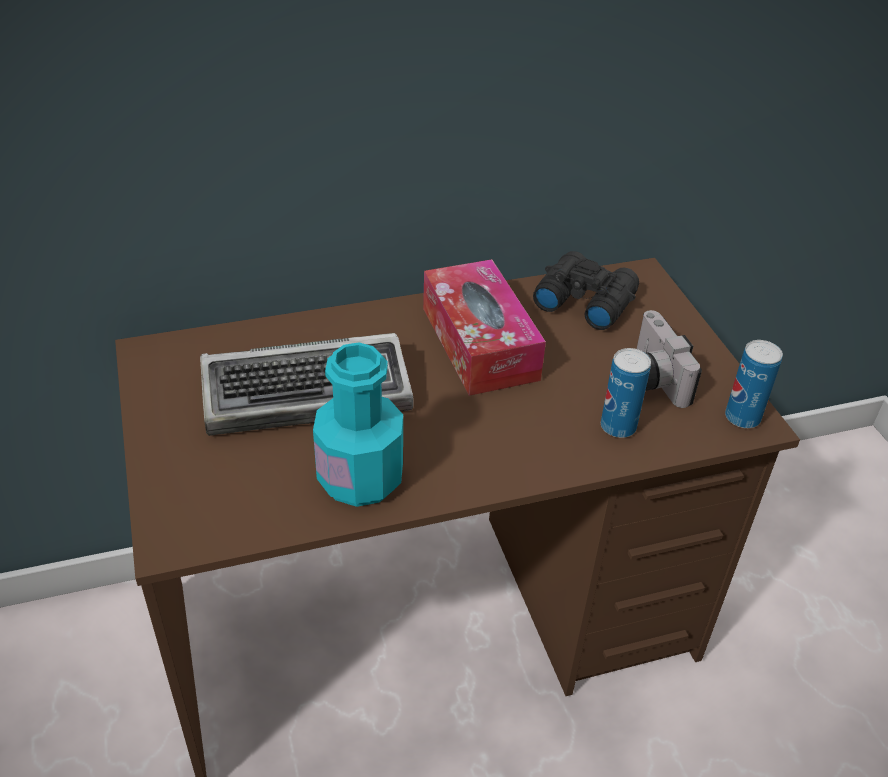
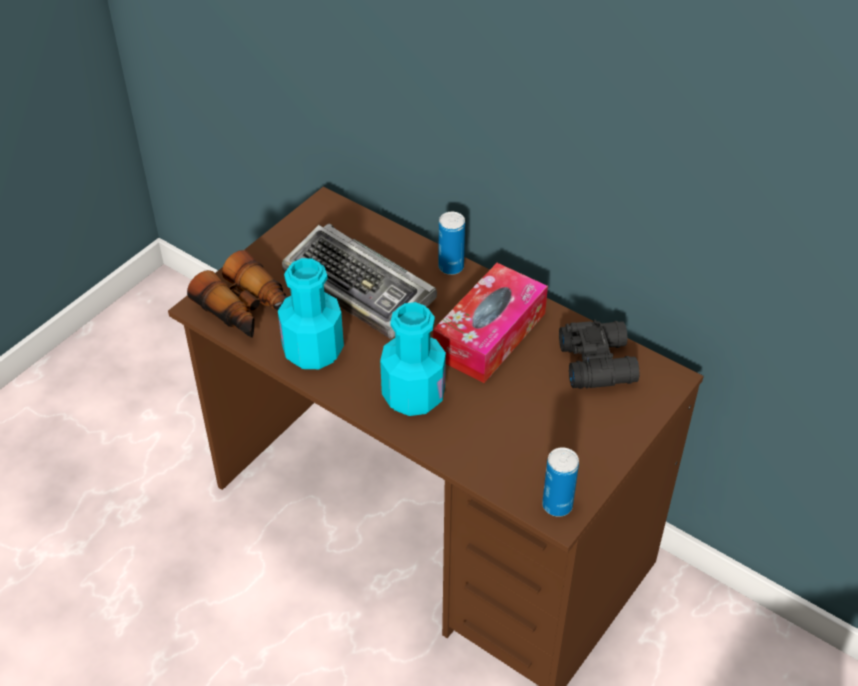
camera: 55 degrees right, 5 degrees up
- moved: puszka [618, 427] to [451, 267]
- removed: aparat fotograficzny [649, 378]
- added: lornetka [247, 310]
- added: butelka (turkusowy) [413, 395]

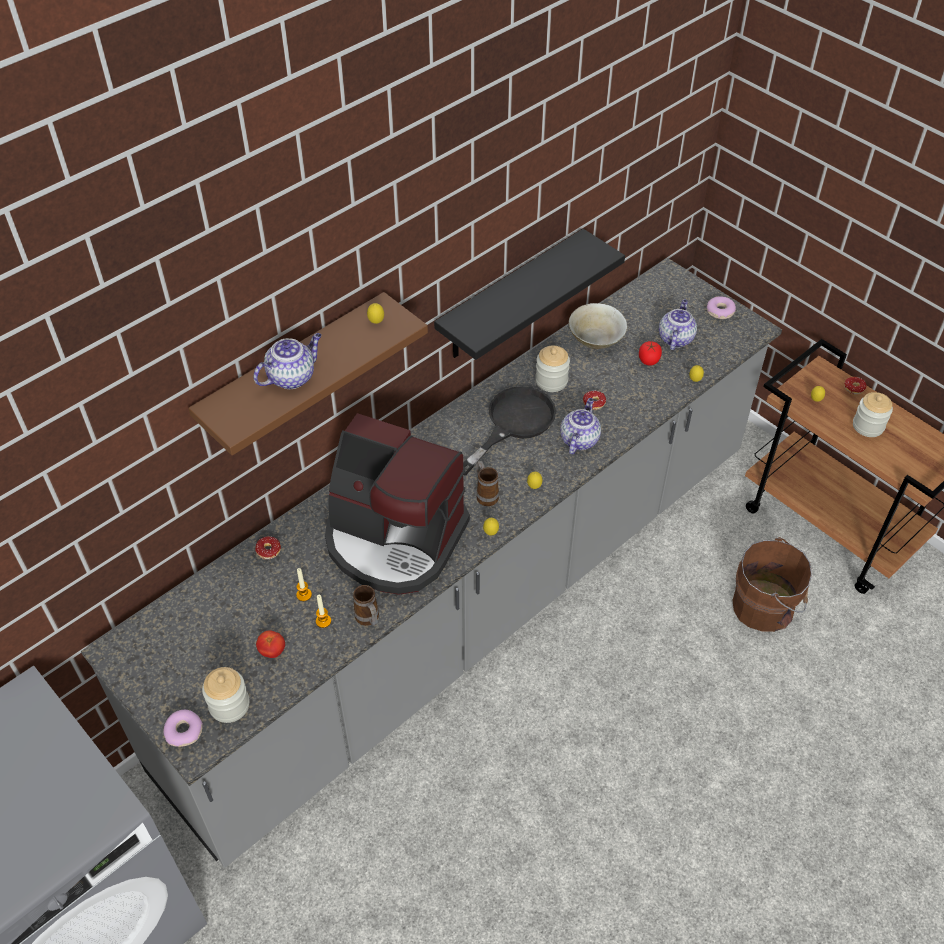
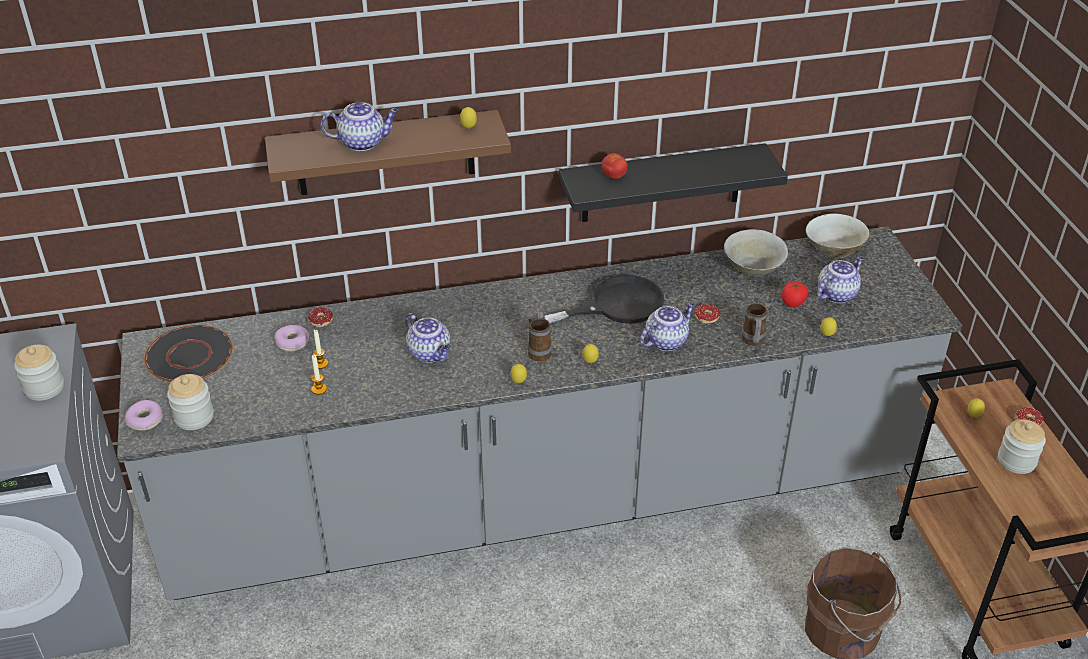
camera: 30 degrees right, 10 degrees down
- moved: pomidor [272, 651] to [614, 176]
- replaced: ekspres do kawy [394, 539] to imbryk [430, 353]
- moved: kubek [369, 620] to [753, 342]
- moved: słoik [551, 381] to [44, 388]
- moved: donut [720, 311] to [292, 343]
- added: talerz (czarny) [189, 355]
- added: miska (beżowy) [833, 250]

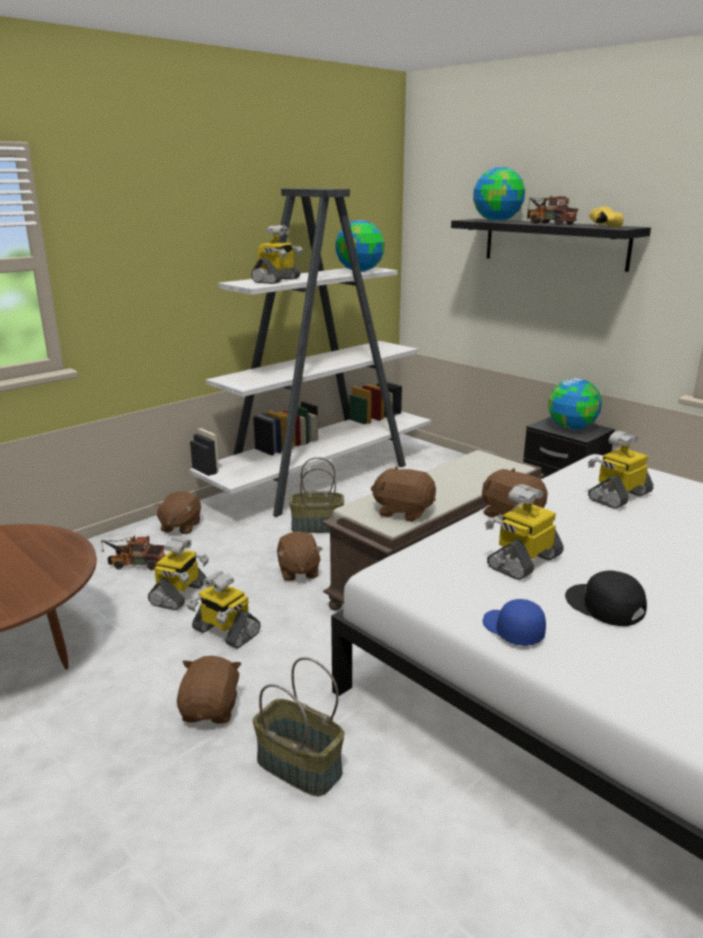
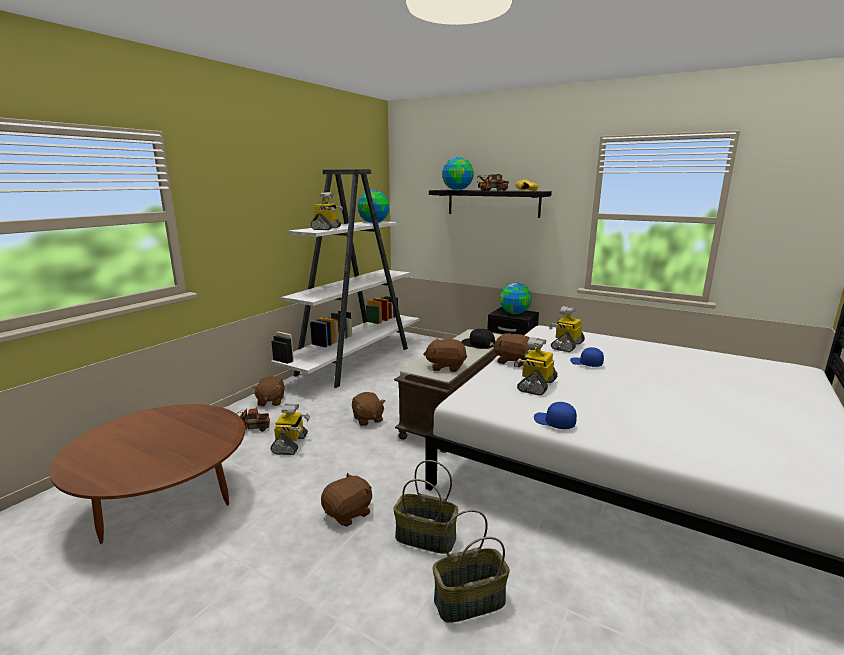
camera: 15 degrees left, 5 degrees down
- turned: pluszak (brązowy) [211, 709] = [348, 513] 60 degrees clockwise
- removed: robot zabawkowy [225, 632]
- moved: koszyk [316, 527] to [469, 602]
- moved: czapka z daszkiem (czarny) [604, 606] to [478, 344]
- added: czapka z daszkiem (niebieski) [586, 363]

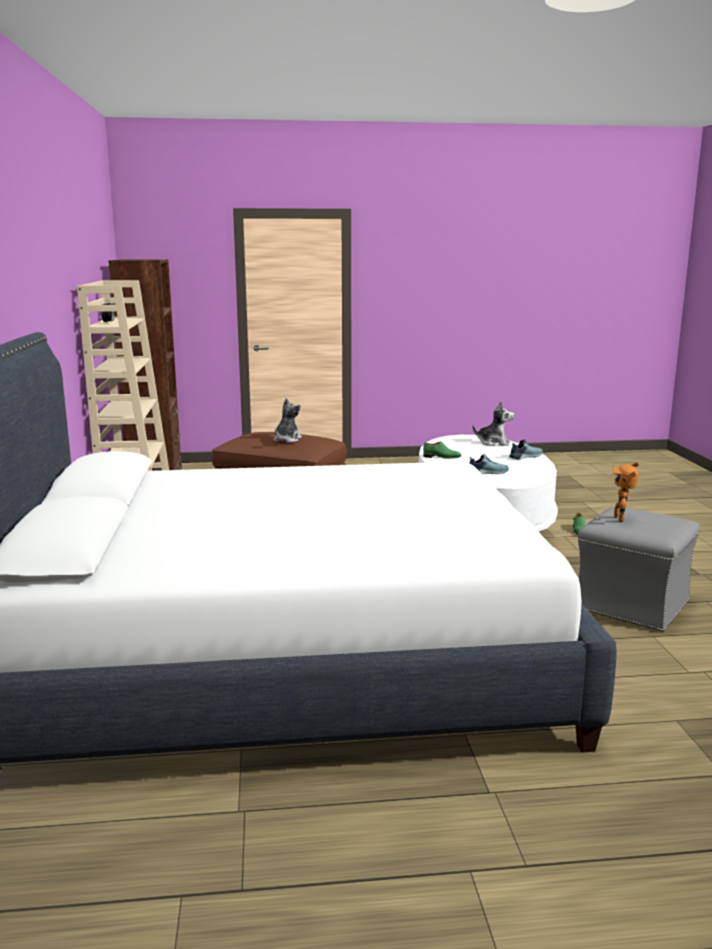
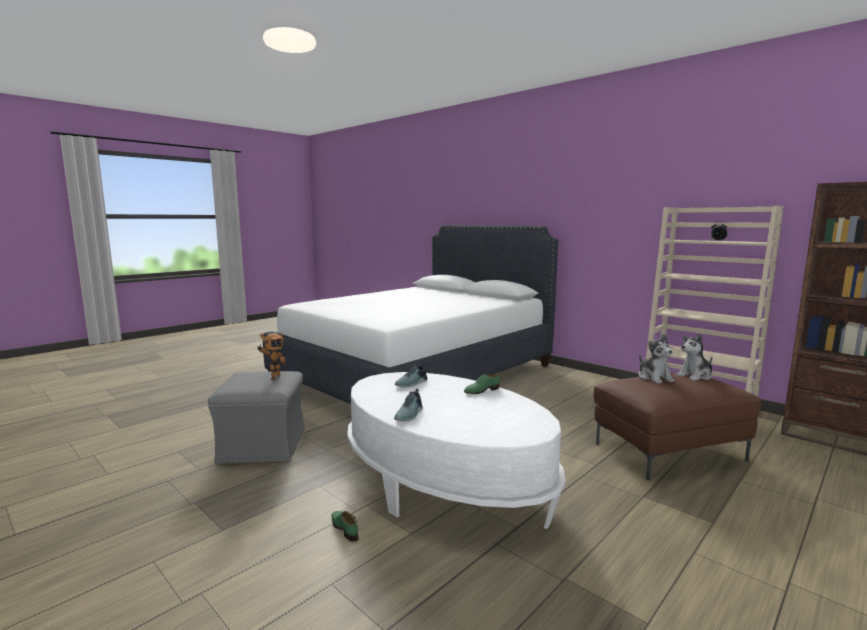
camera: 140 degrees right, 5 degrees down
- moved: pluszak [494, 443] to [695, 376]
- turned: robot zabawkowy [621, 518] = [273, 377] 60 degrees clockwise

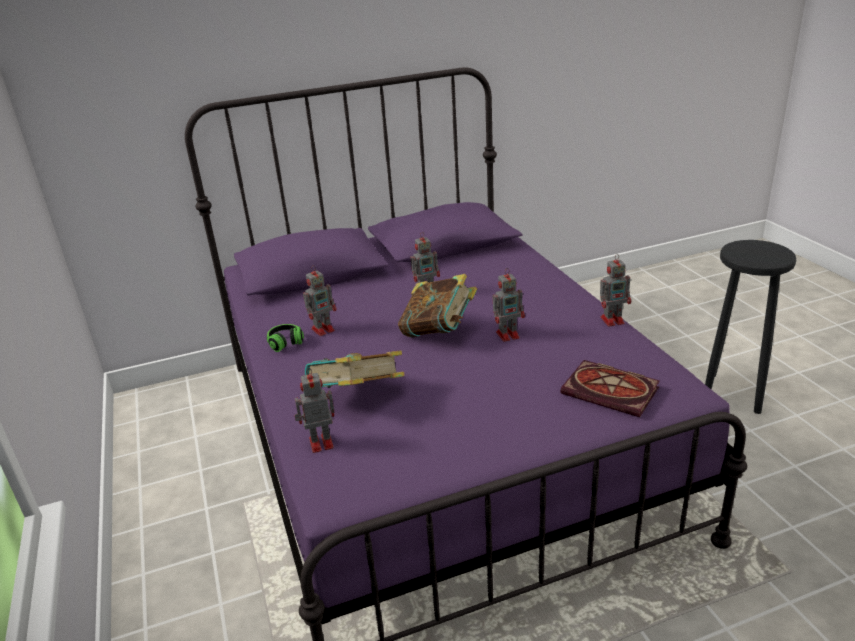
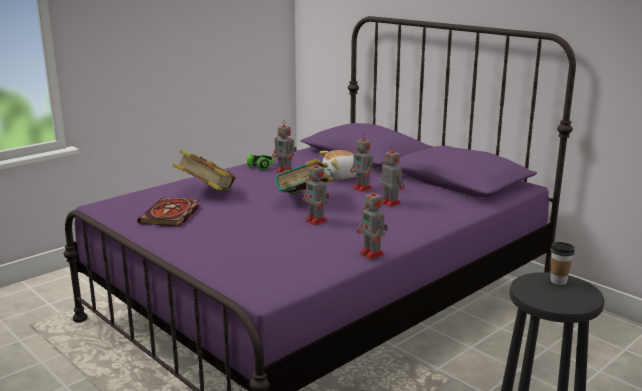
camera: 65 degrees right, 10 degrees down
- moved: robot zabawkowy [319, 443] to [389, 202]
- moved: książka [612, 391] to [171, 215]
- added: pluszak [342, 176]
- added: filiżanka [558, 281]

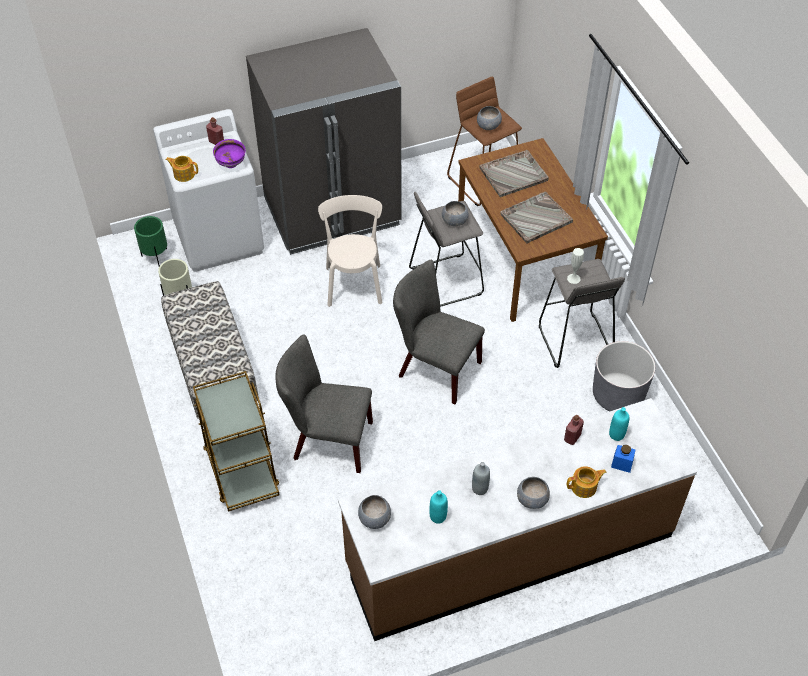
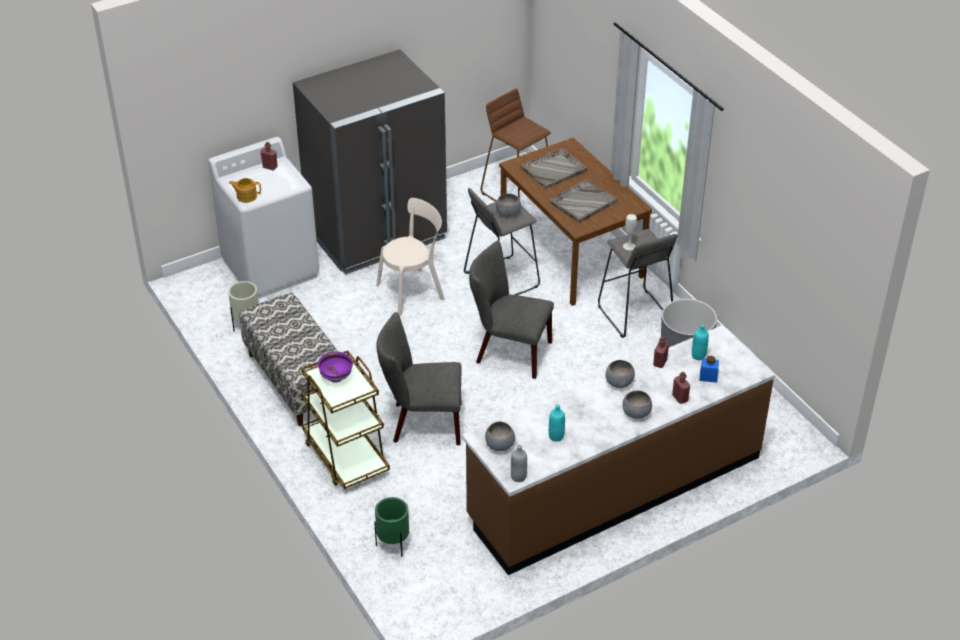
camera: 10 degrees left, 10 degrees down
- moved: donica (zielony) [155, 258] to [393, 545]
- moved: miska (fioletowy) [231, 164] to [336, 378]
- turned: krzesło (beżowy) [354, 282] = [413, 291] 75 degrees clockwise
- moved: butelka (szary) [480, 488] to [518, 477]
- moved: miska (szary) [488, 126] to [618, 382]
- replaced: imbryk [584, 487] to butelka (czerwony) [680, 398]

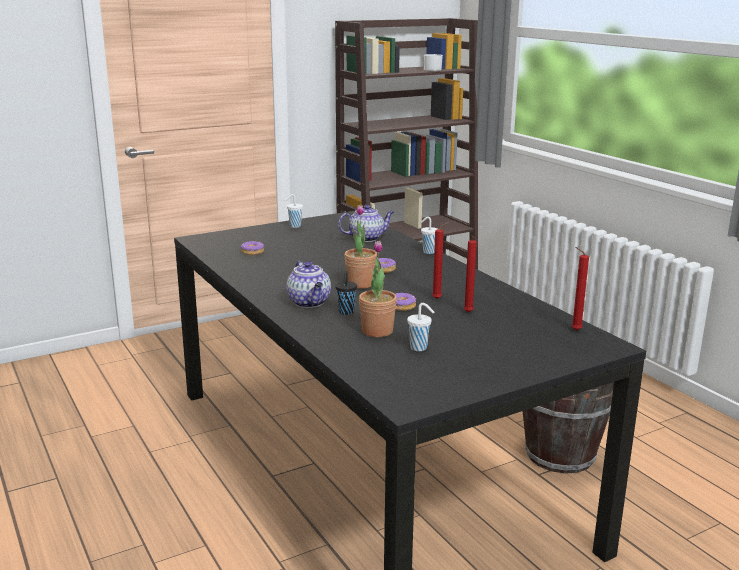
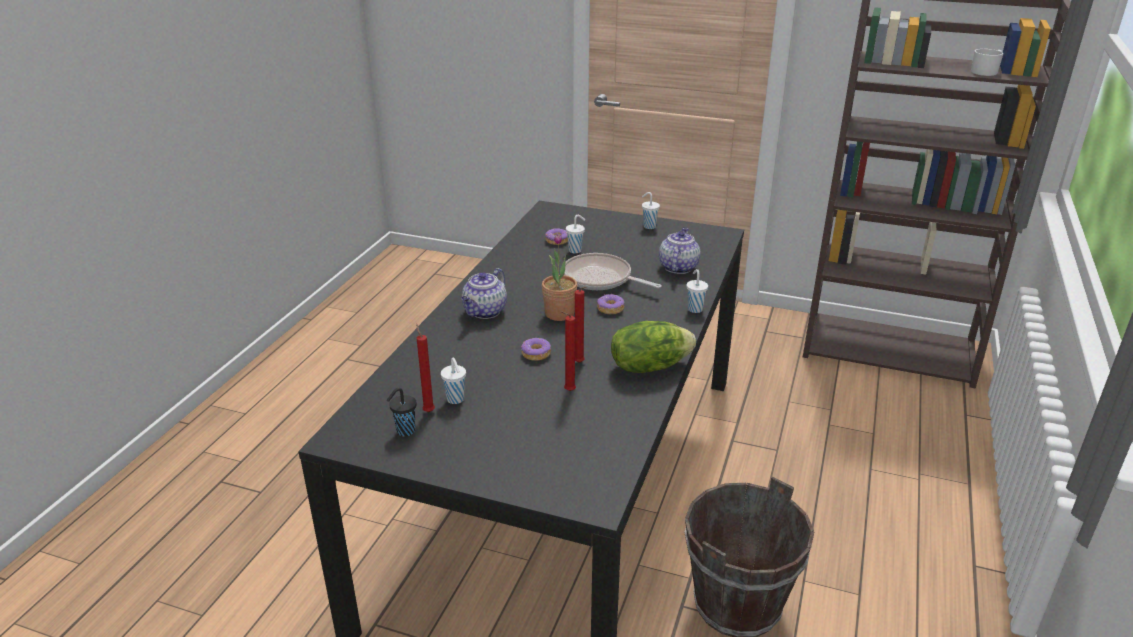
camera: 50 degrees right, 10 degrees up
- moved: filiżanka (czarny) [346, 312] to [404, 431]
- turned: imbryk [366, 238] = [678, 267] 105 degrees counterclockwise
- removed: roślina doniczkowa [377, 331]
- moved: świeca (czerwony) [574, 330] to [428, 411]
- added: patelnia [600, 279]
- added: filiżanka (biały) [575, 250]
- added: sałata [649, 366]

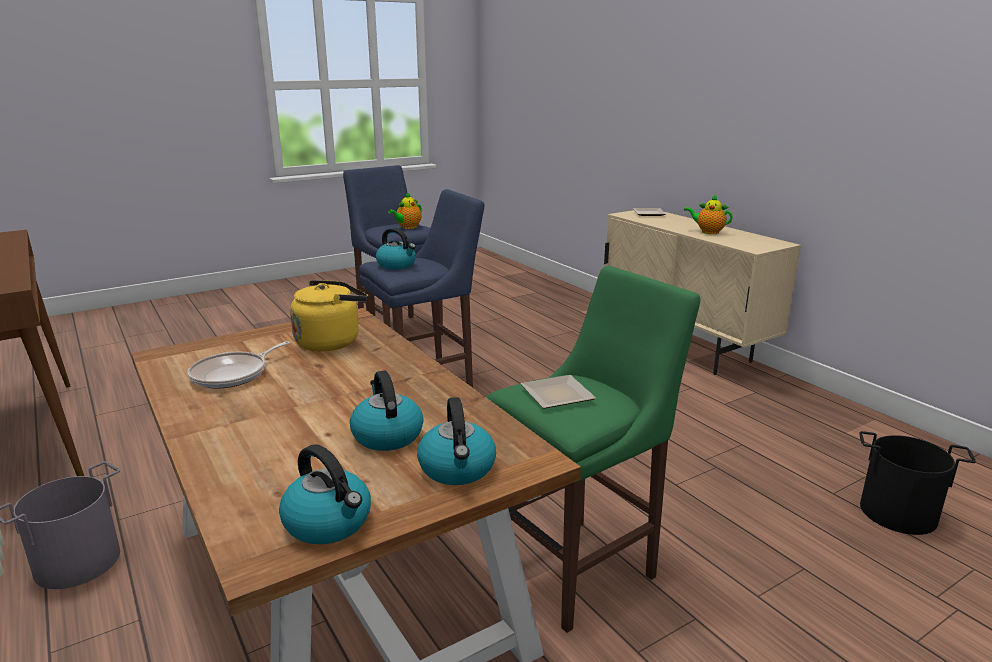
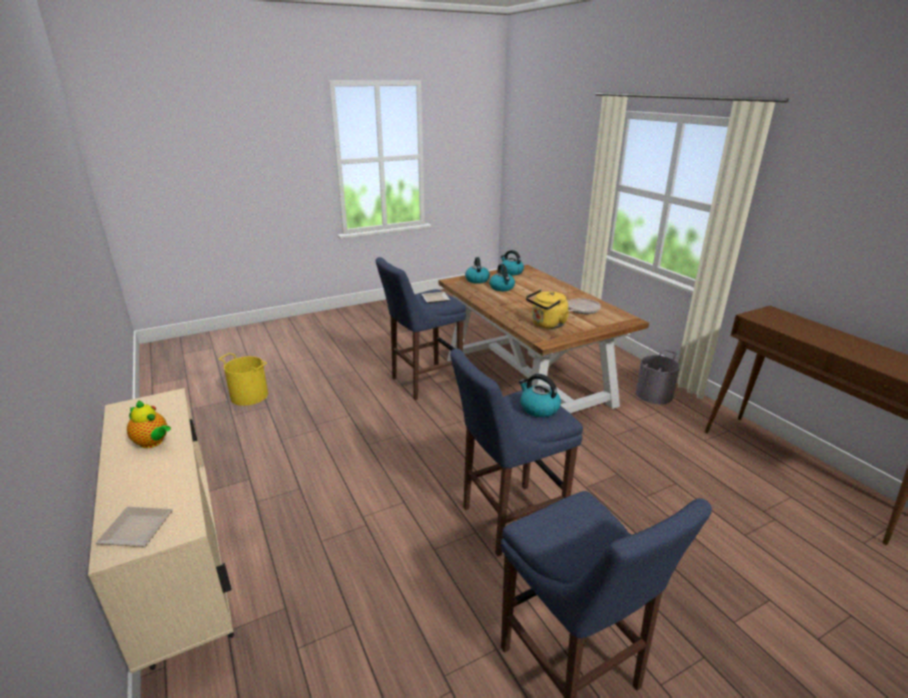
camera: 175 degrees left, 5 degrees up
- removed: imbryk [407, 227]
- recoloured: stołek (zielony) [580, 568] to stołek (niebieski) [423, 382]
- recoloured: wiadro (czarny) [898, 513] to wiadro (żółty) [250, 395]

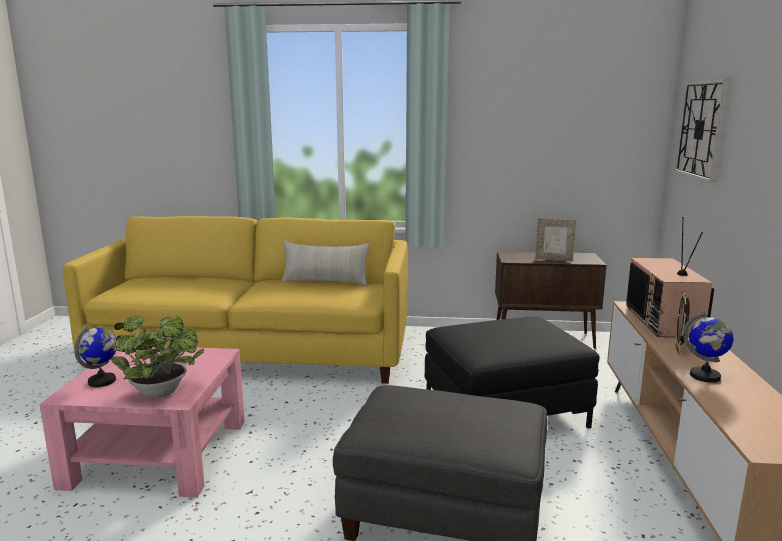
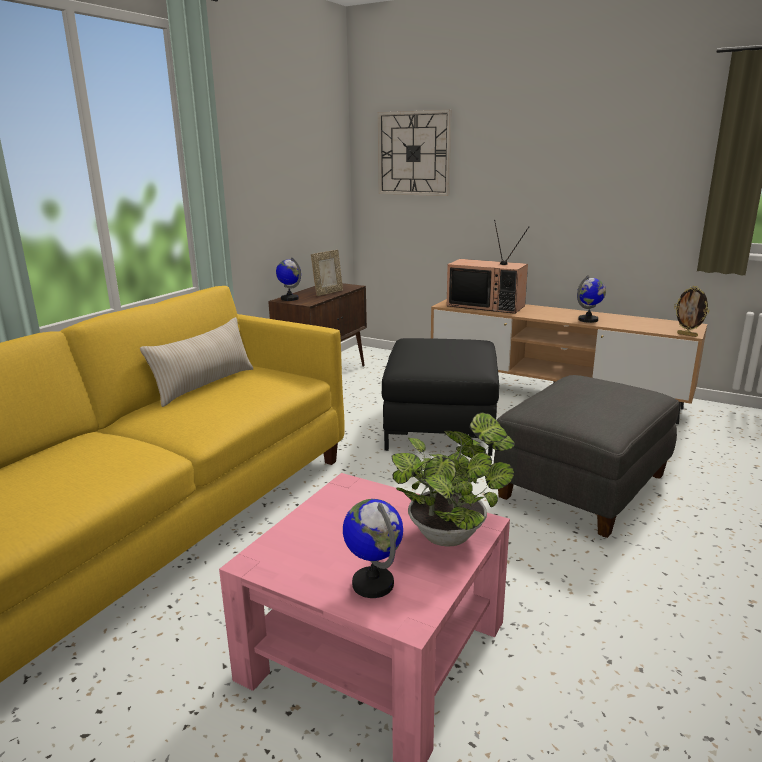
camera: 65 degrees left, 5 degrees up
- moved: ramka na zdjęcie [678, 350] to [687, 335]
- added: globus [289, 298]

